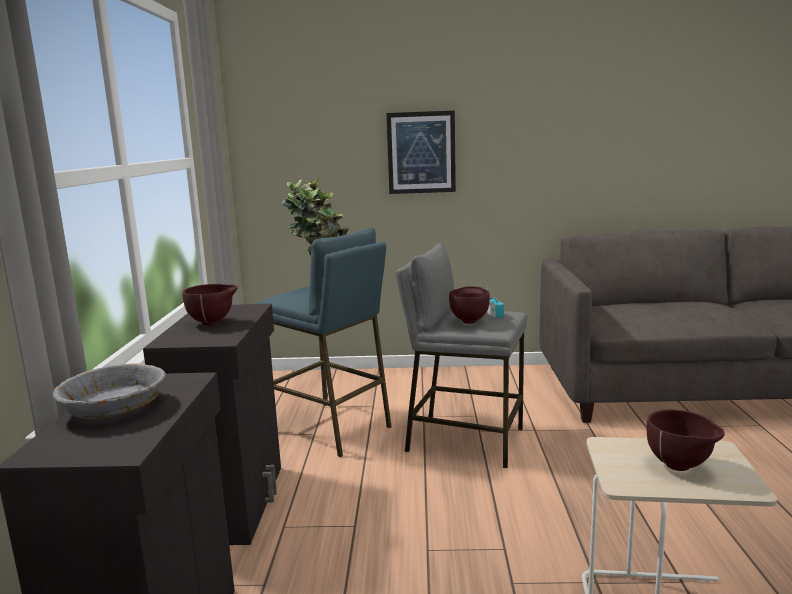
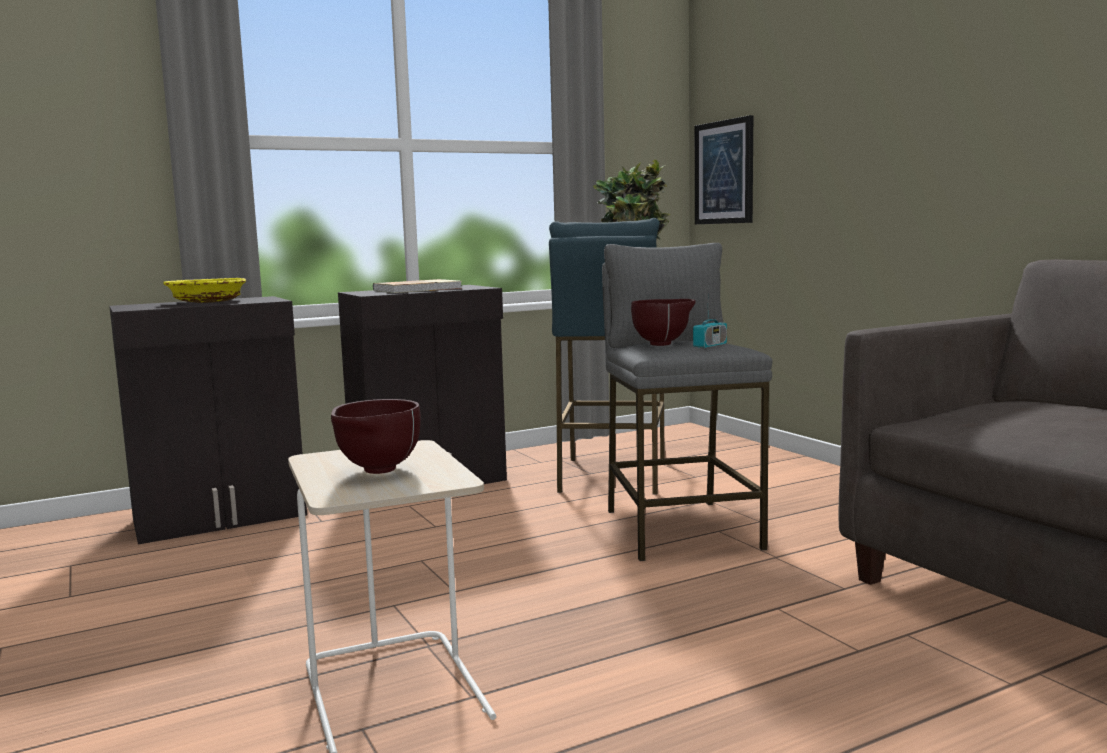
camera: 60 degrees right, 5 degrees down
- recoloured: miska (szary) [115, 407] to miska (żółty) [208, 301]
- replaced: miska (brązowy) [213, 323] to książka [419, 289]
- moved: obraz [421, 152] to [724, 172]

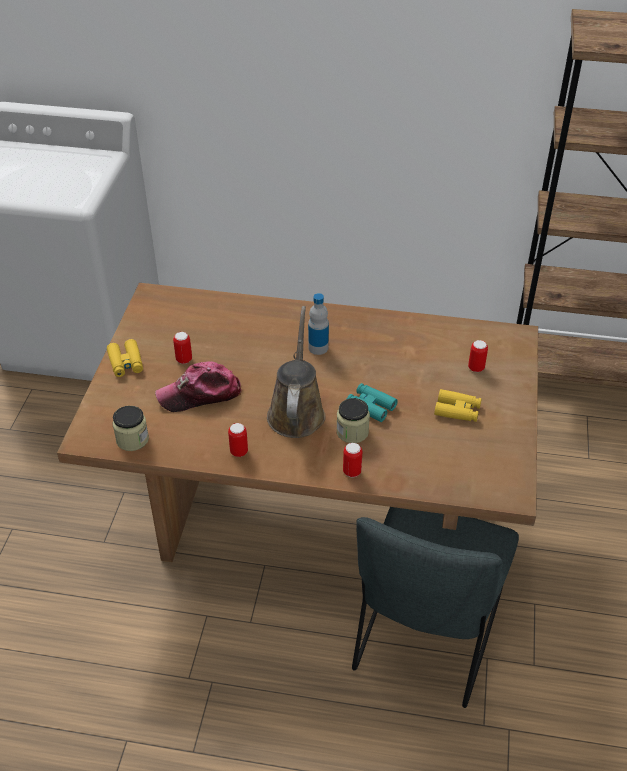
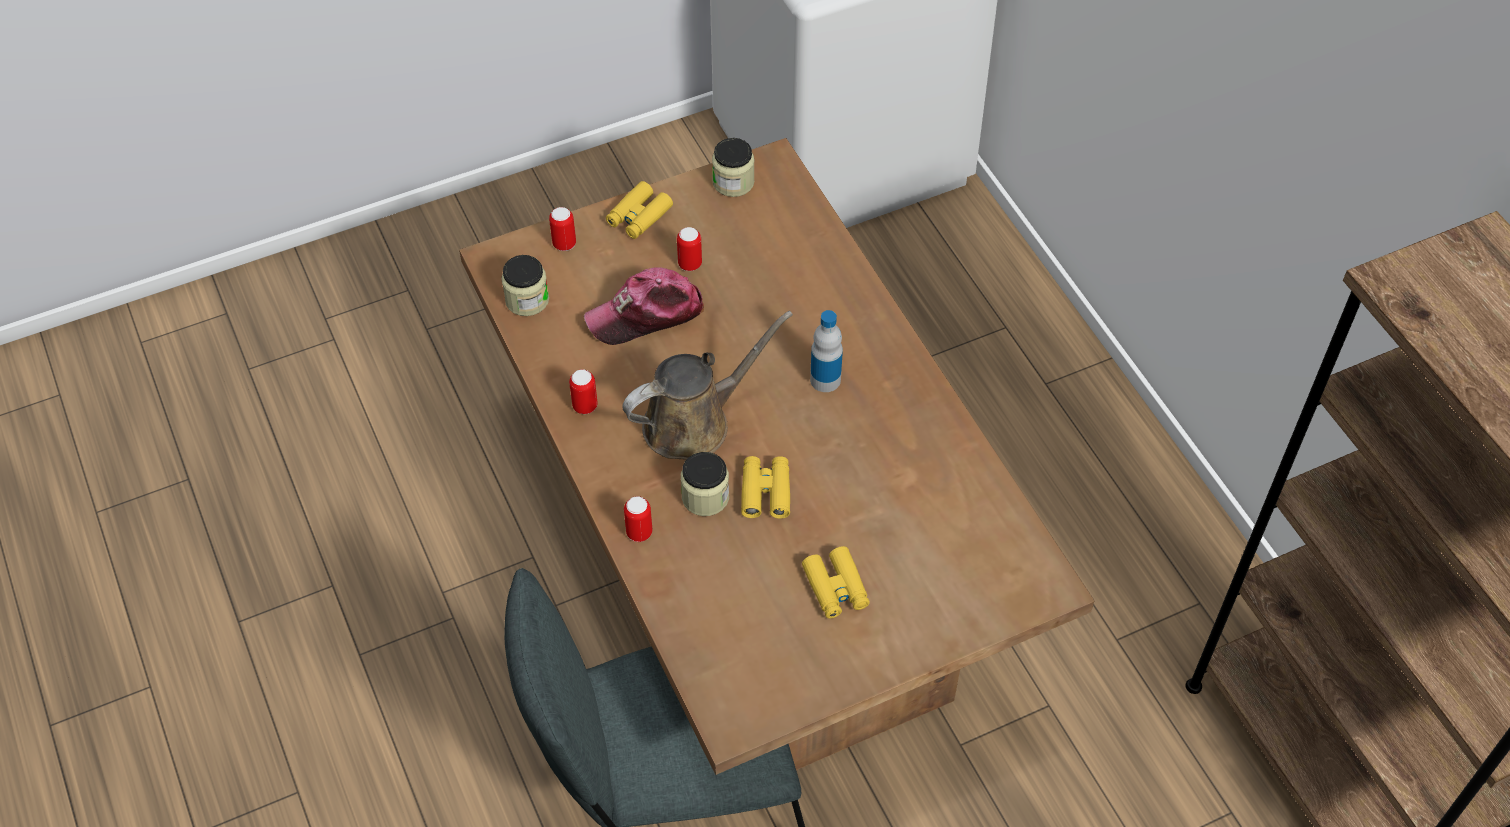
camera: 55 degrees right, 10 degrees up
- turned: czapka z daszkiem [200, 394] = [646, 315] 60 degrees counterclockwise
- recoloured: lornetka (turkusowy) [370, 406] to lornetka (żółty) [765, 491]
- moved: puszka [476, 368] to [564, 244]
- added: słoik [733, 182]

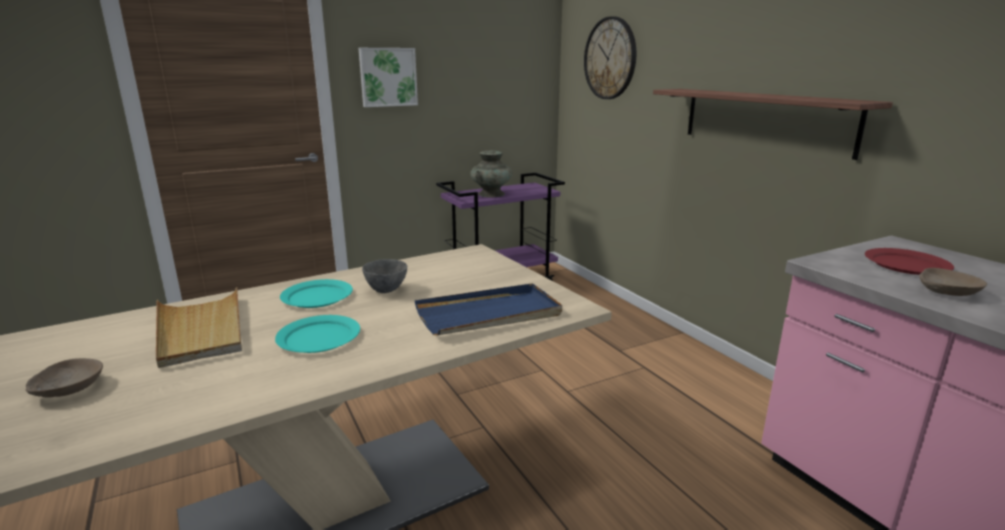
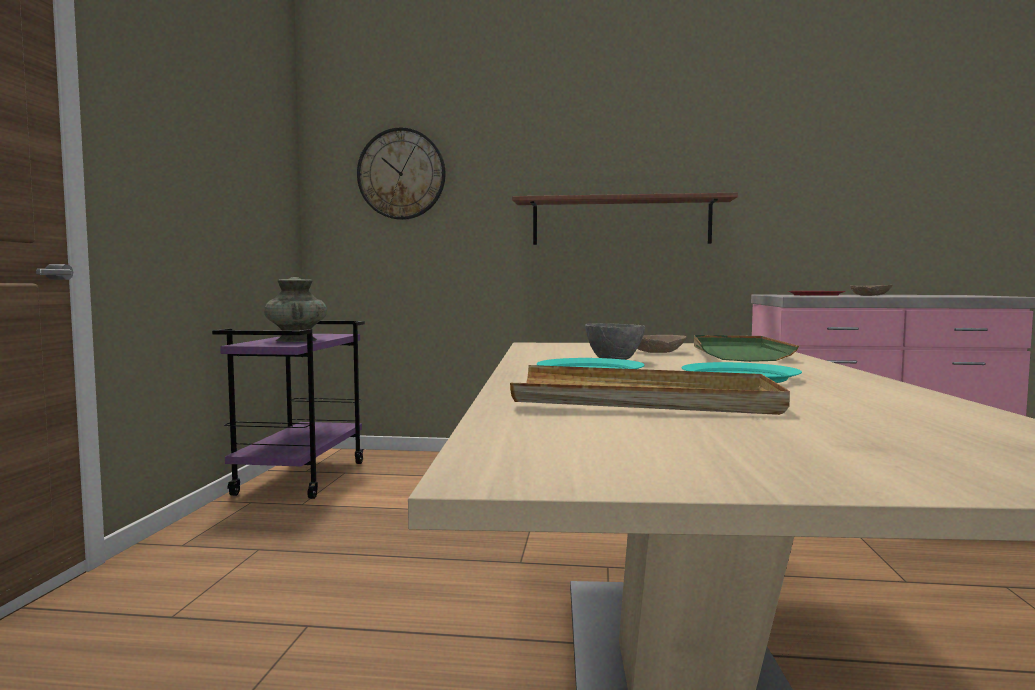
camera: 55 degrees left, 15 degrees down
- moved: miska (beżowy) [68, 389] to [658, 352]
- removed: obraz [388, 77]
- recoloured: taca (niebieski) [489, 314] to taca (zielony) [736, 353]

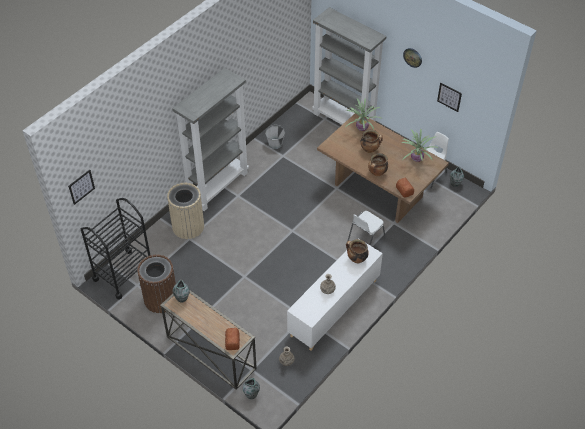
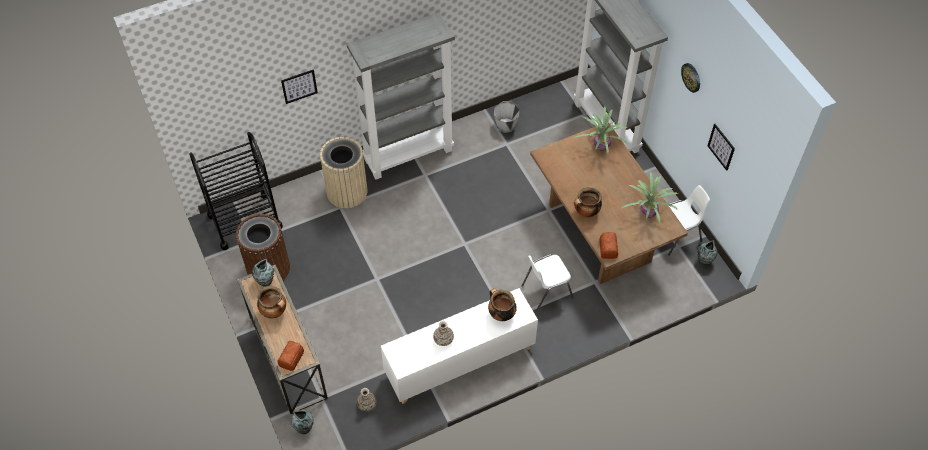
camera: 25 degrees right, 5 degrees up
- moved: obraz [81, 187] to [299, 86]
- moved: garnek [370, 149] to [274, 312]

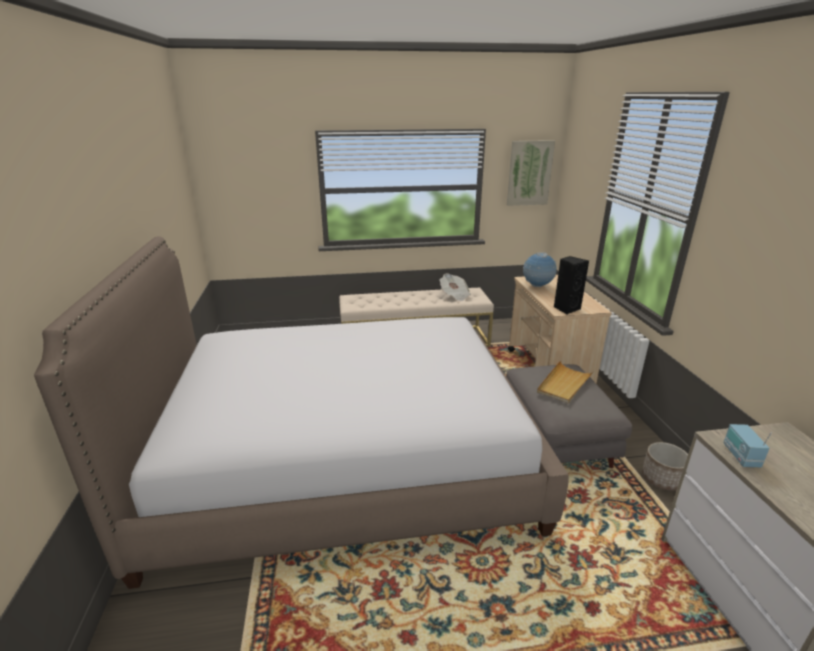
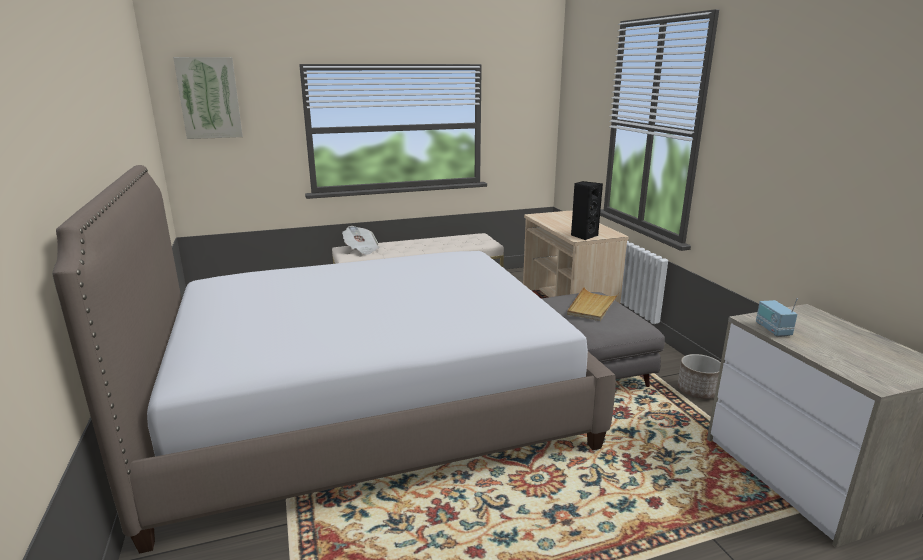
camera: 10 degrees left, 5 degrees down
- moved: gazeta [454, 295] to [361, 250]
- moved: obraz [529, 173] to [209, 98]
- removed: globus [537, 286]

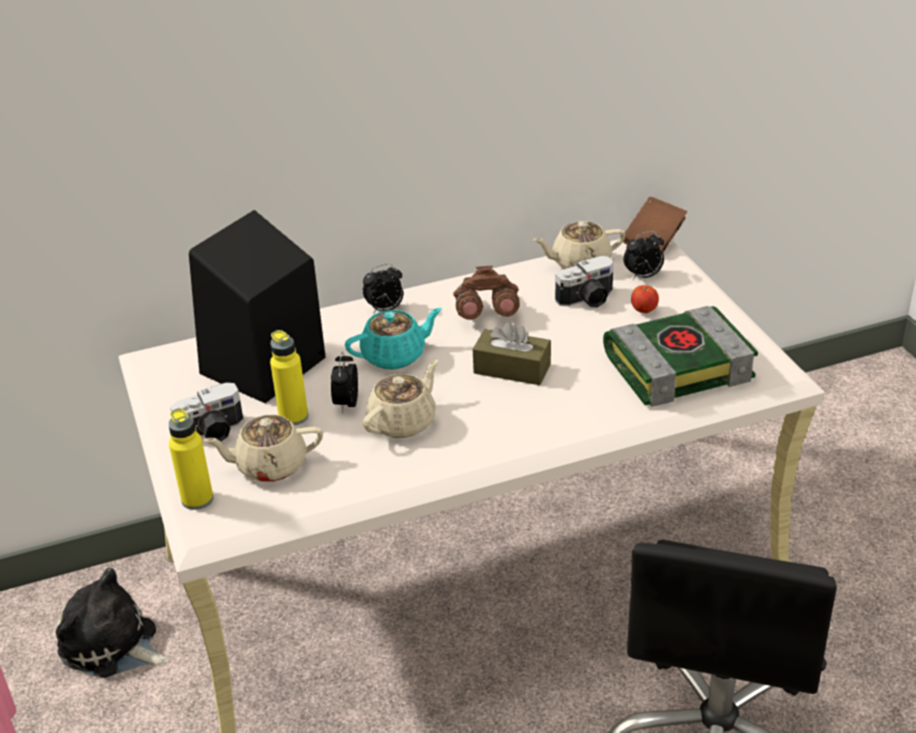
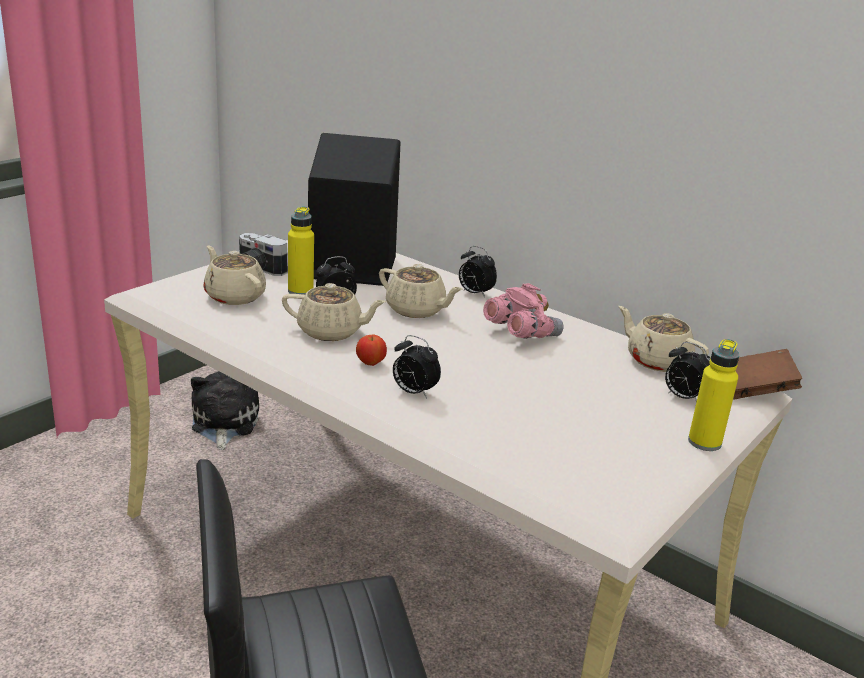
camera: 55 degrees right, 10 degrees down
- moved: butelka (żółty) [197, 499] to [704, 442]
- recoloured: imbryk (turkusowy) [395, 356] to imbryk (beżowy) [416, 310]
- recoloured: lornetka (brązowy) [485, 313] to lornetka (różowy) [520, 333]
- removed: pudełko chusteczek (brązowy) [512, 369]
- removed: aparat fotograficzny [588, 300]
- removed: książka [679, 366]
- moved: jabłko [644, 310] to [370, 363]
- added: budzik [413, 392]

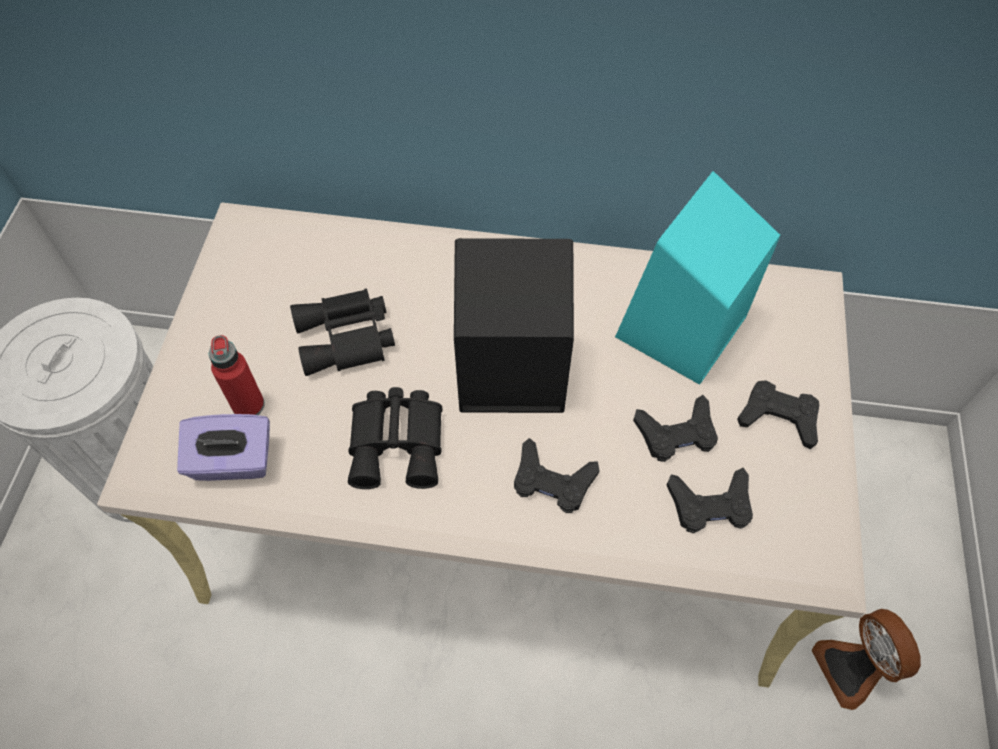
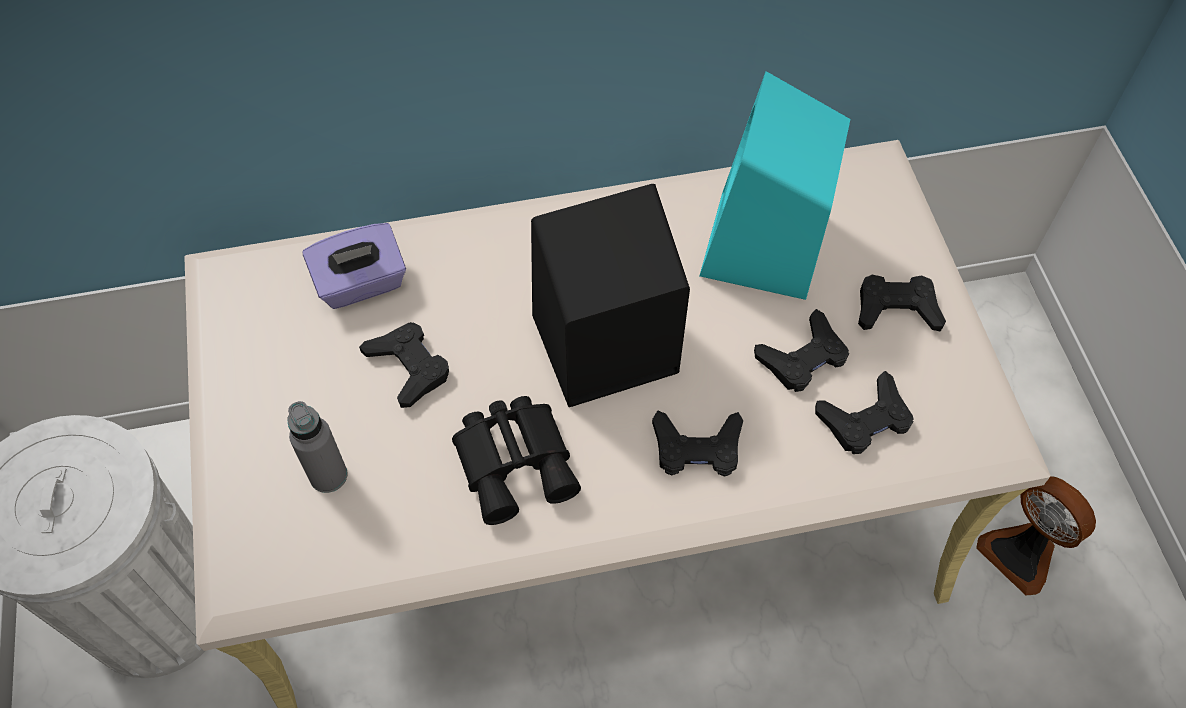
camera: 20 degrees left, 0 degrees up
- moved: pudełko chusteczek (fioletowy) [233, 462] to [361, 284]
- recoloured: butelka (czerwony) [248, 405] to butelka (szary) [328, 475]
- replaced: lornetka (czarny) [347, 339] to pad do gier (czarny) [409, 367]

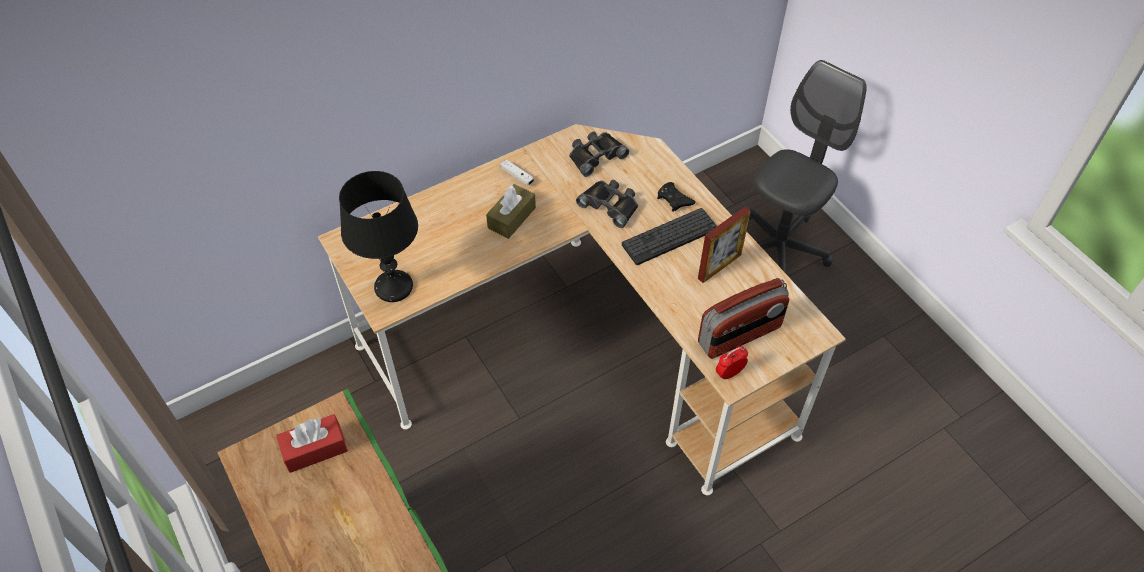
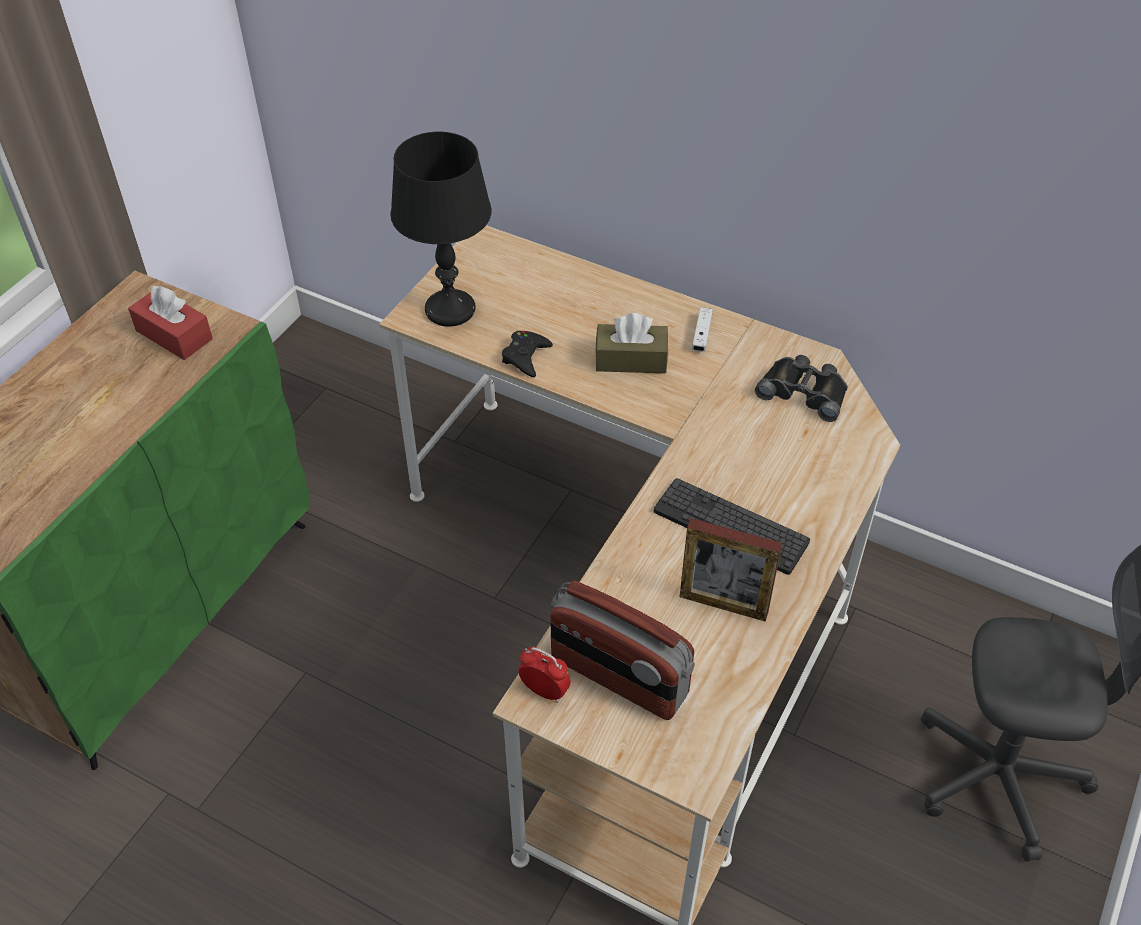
camera: 60 degrees right, 5 degrees down
- removed: lornetka (czarny) [610, 205]
- moved: pad do gier (czarny) [674, 199] to [525, 357]

